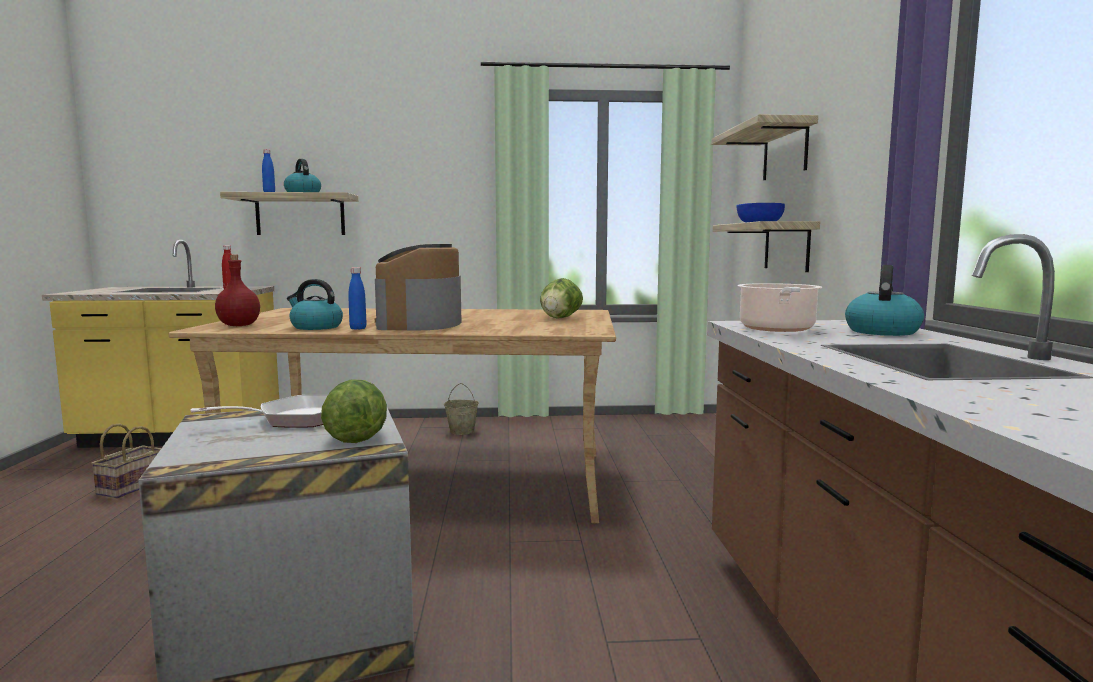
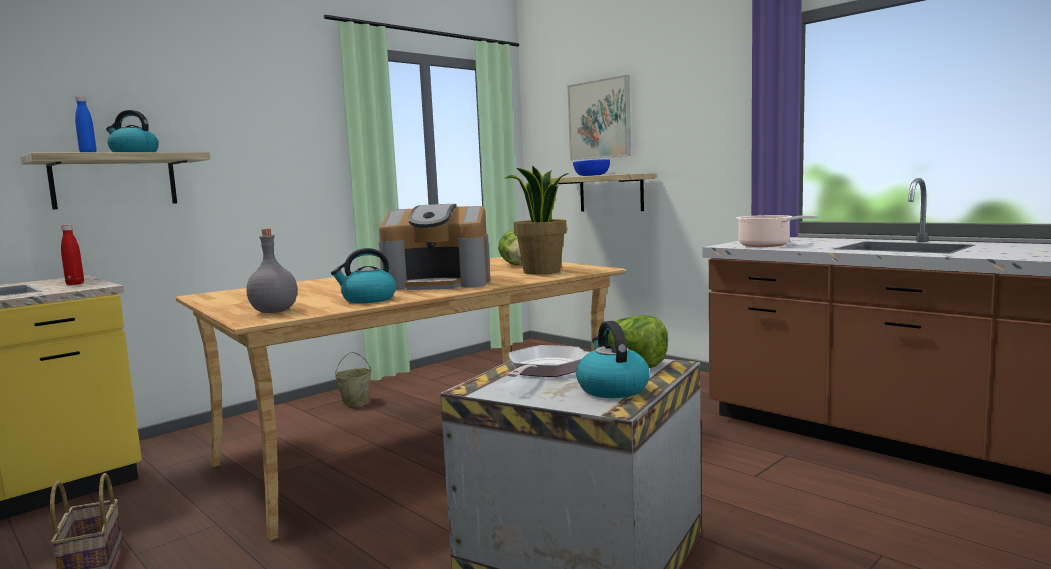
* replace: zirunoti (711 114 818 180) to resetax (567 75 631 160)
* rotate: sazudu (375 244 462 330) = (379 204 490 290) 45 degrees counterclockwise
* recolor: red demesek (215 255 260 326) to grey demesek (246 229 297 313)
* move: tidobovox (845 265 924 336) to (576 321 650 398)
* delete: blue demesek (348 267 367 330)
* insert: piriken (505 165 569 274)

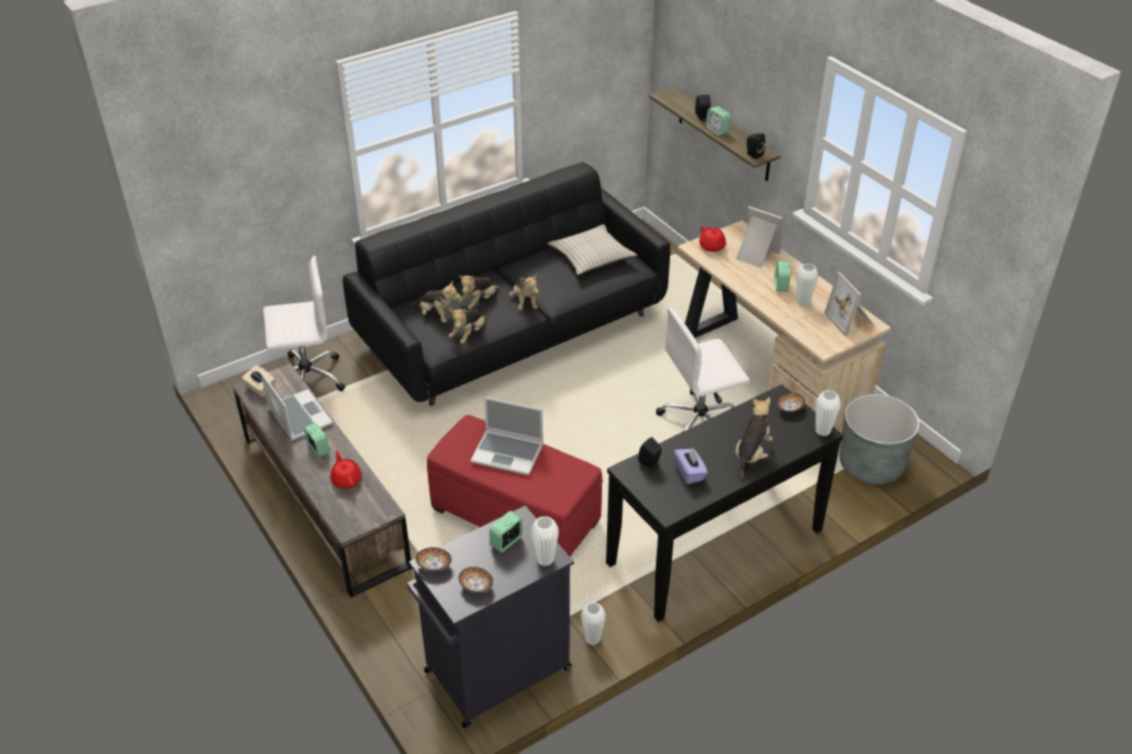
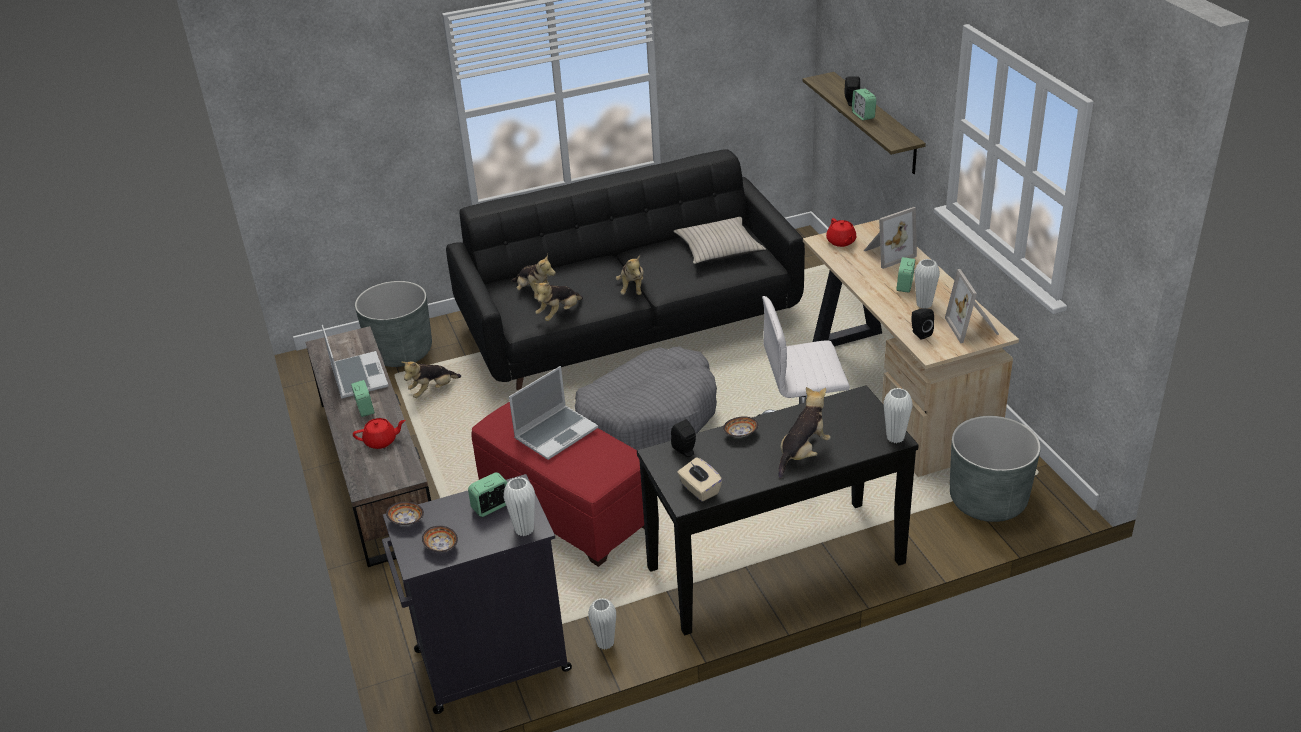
* move: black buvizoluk (746 133 765 159) to (911 308 934 340)
* rotate: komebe (736 206 783 268) = (864 207 917 269) 105 degrees clockwise
* replace: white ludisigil (263 256 345 391) to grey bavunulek (355 281 432 367)
* move: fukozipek (458 276 499 309) to (401 361 461 398)
* move: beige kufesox (242 365 275 397) to (677 457 722 502)
* move: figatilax (776 393 805 412) to (723 417 758 438)
* rotate: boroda (470 397 544 475) = (509 366 598 460) 75 degrees counterclockwise
* delete: purple kufesox (674 448 708 485)
* rotate: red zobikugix (330 450 362 488) = (353 418 406 449) 90 degrees clockwise
* insert: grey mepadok (575 347 717 450)

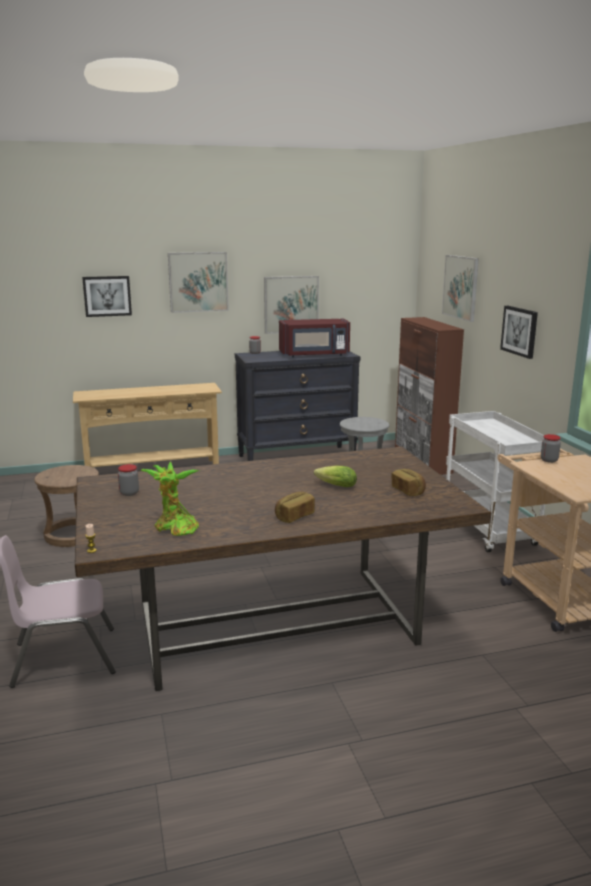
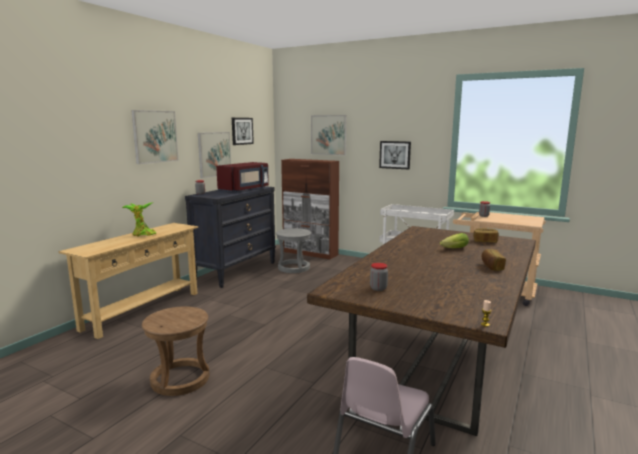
* move: resetax (82 276 132 317) to (232 118 254 145)
* move: piriken (140 462 199 536) to (122 202 156 237)

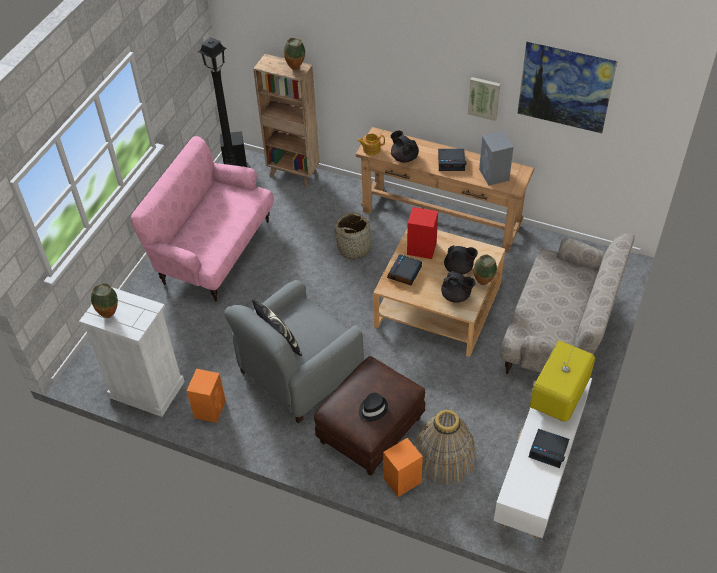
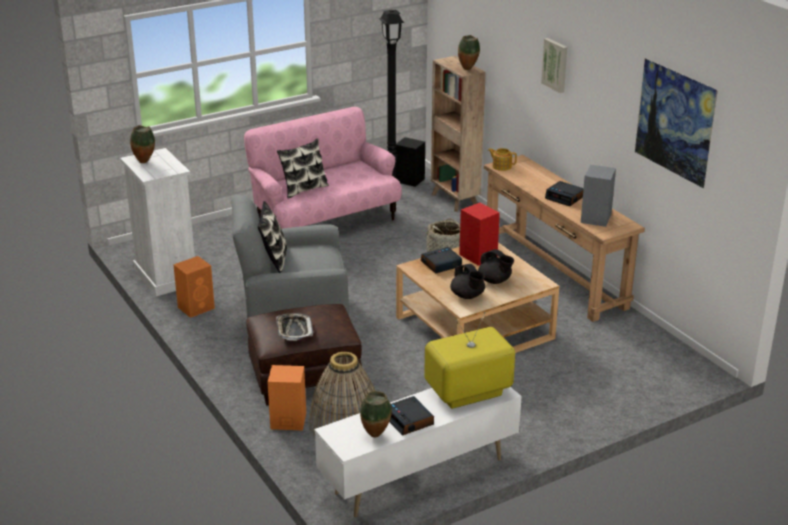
* move: resetax (468 77 500 121) to (541 38 567 93)
* delete: black zobikugix (391 131 419 163)
* delete: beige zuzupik (500 234 635 374)
* move: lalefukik (474 254 497 285) to (360 391 392 437)
* replace: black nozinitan (359 393 388 422) to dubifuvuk (276 313 313 341)
* insert: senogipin (277 138 329 199)

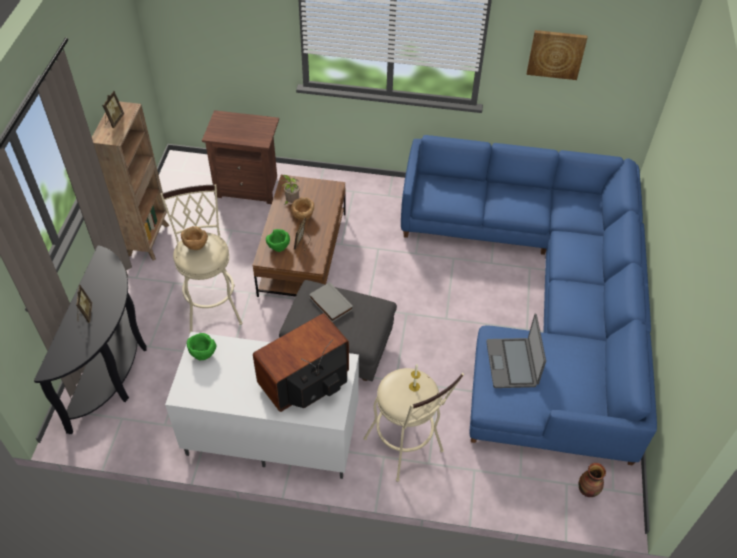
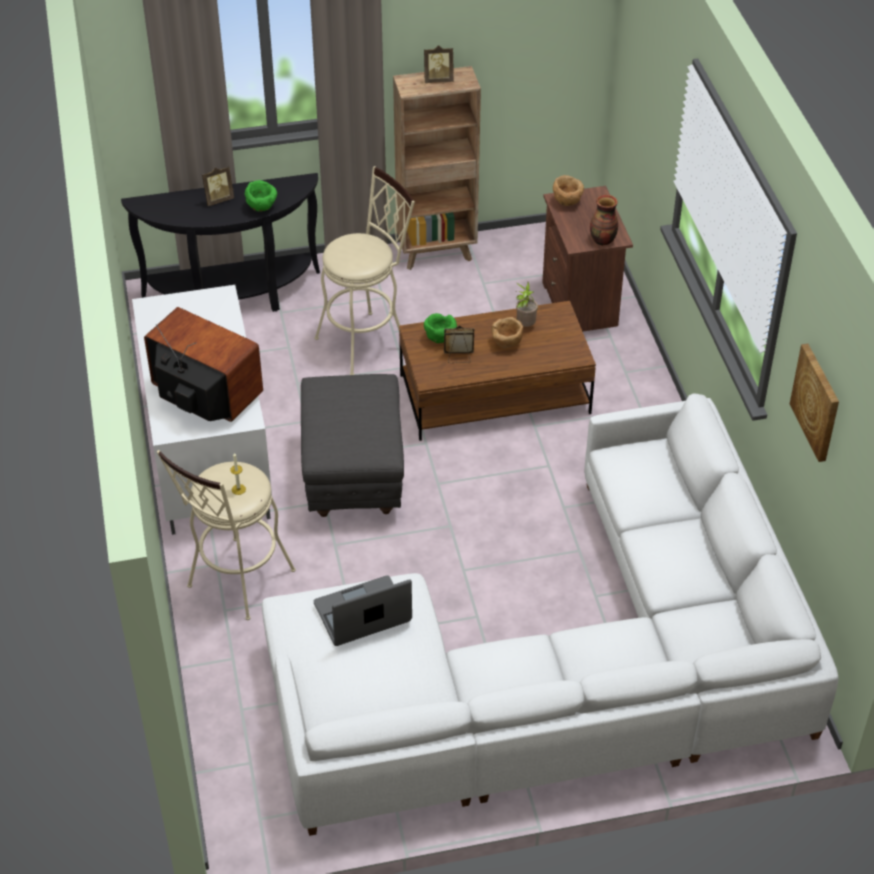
* recolor: blue zuzupik (401 135 657 466) to white zuzupik (262 394 839 836)
* move: brown figatilax (181 226 208 250) to (553 175 584 206)
* delete: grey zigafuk (309 282 353 322)
* move: green figatilax (187 333 217 360) to (245 180 277 212)
* move: lalefukik (579 463 606 497) to (590 195 618 246)

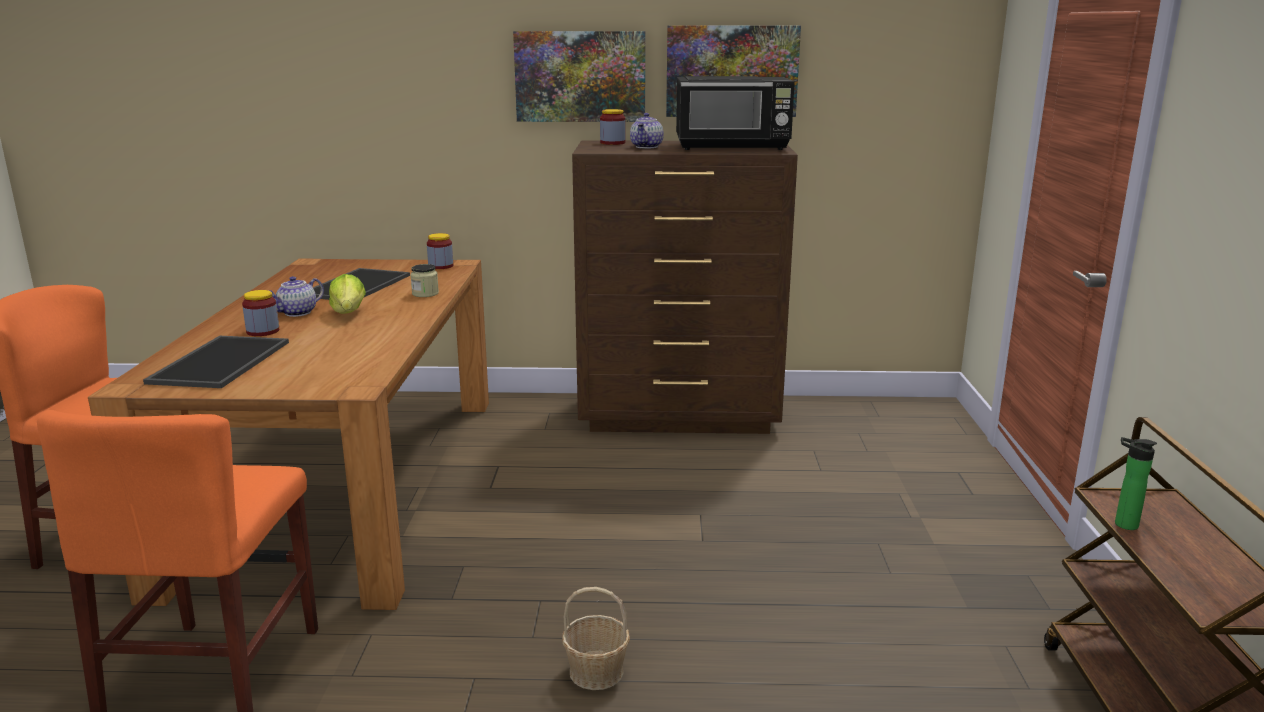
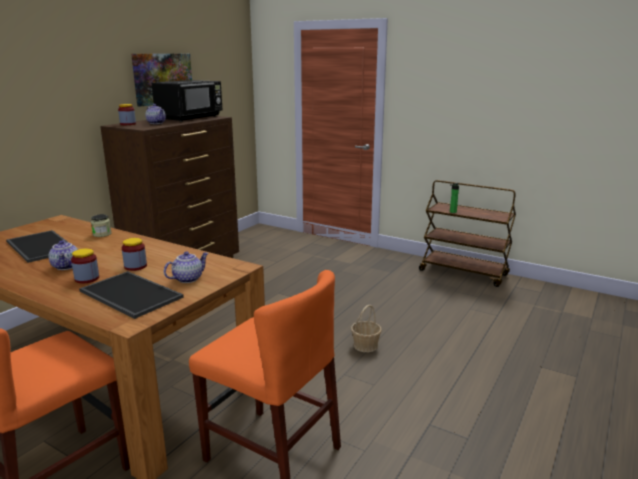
* delete: resetax (513 31 645 122)
* move: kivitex (427 233 453 269) to (122 238 147 271)
* delete: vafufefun (329 274 366 314)
* insert: zobikugix (164 251 209 283)

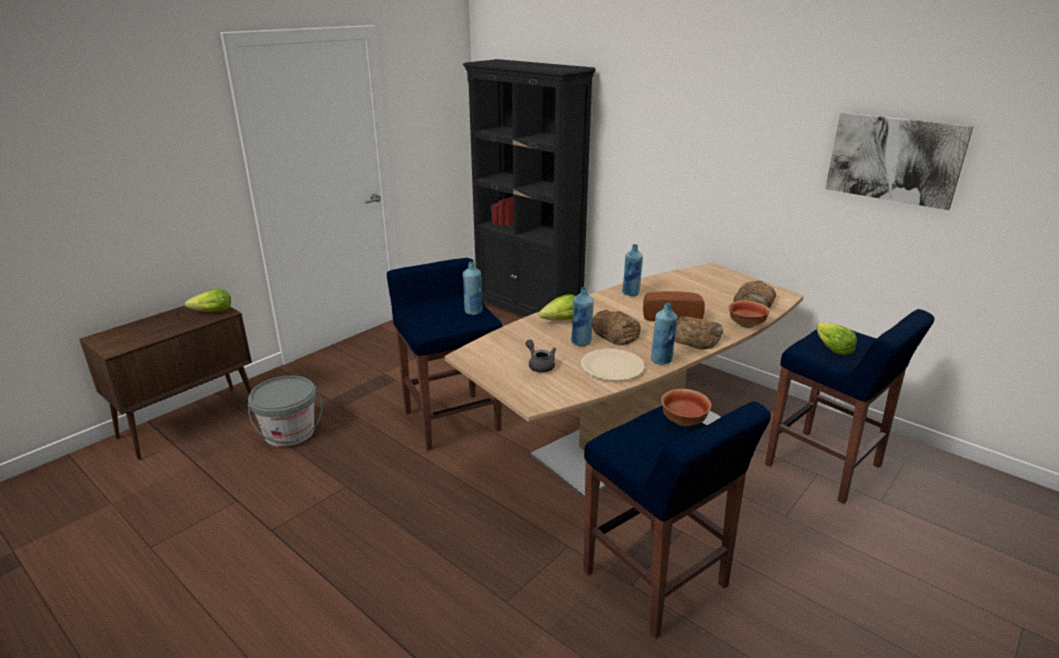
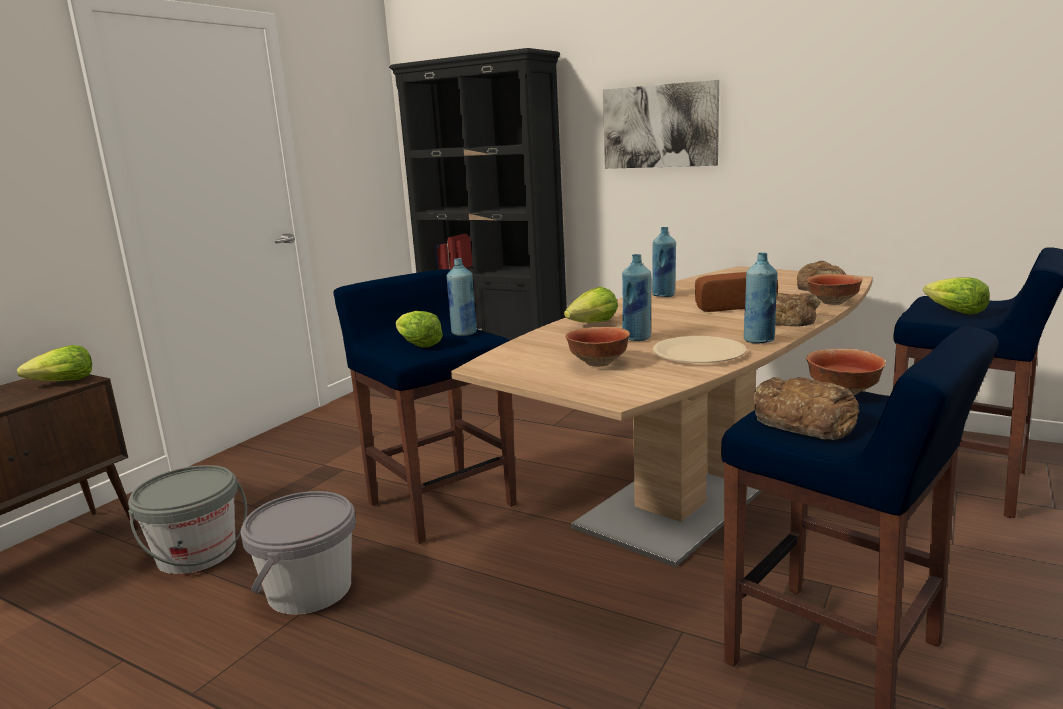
* move: resetax (825 112 974 210) to (603 80 719 169)
* move: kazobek (592 310 641 345) to (754 377 860 440)
* replace: grey zobikugix (526 340 556 373) to figatilax (566 327 630 367)
* insert: vafufefun (396 311 443 347)
* insert: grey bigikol (240 491 356 615)

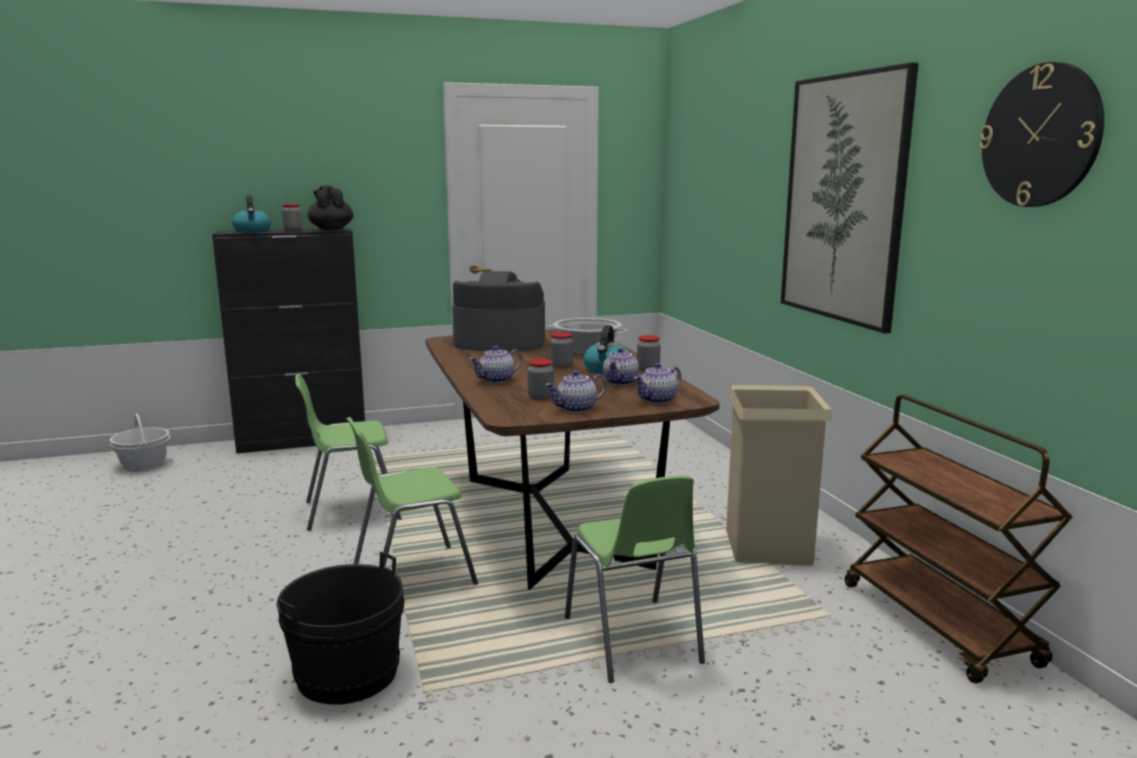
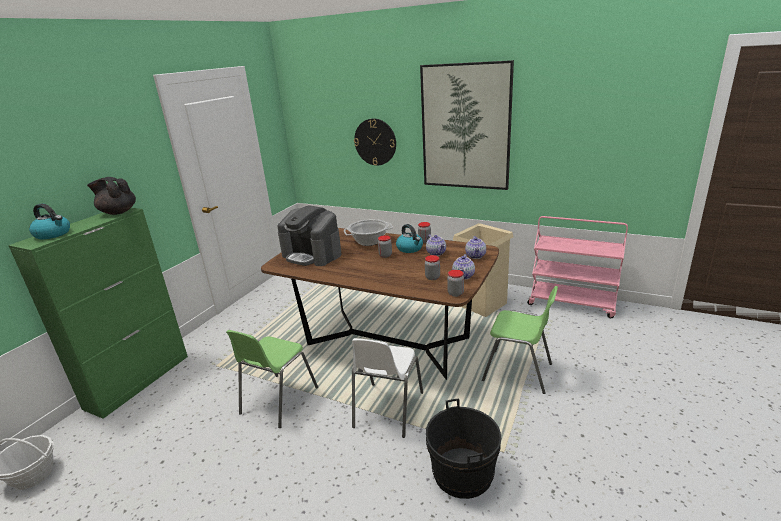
* move: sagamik (979 62 1104 207) to (354 118 396 165)
* move: kivitex (282 204 302 231) to (447 270 464 297)
* recolor: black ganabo (212 228 365 454) to green ganabo (8 208 188 419)
* rotate: sazudu (452 271 545 351) = (277 205 342 266) 105 degrees counterclockwise
* delete: zobikugix (470 346 522 383)
* recolor: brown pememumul (845 395 1073 683) to pink pememumul (527 216 628 318)
* recolor: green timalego (346 417 478 585) to white timalego (352 338 423 438)

